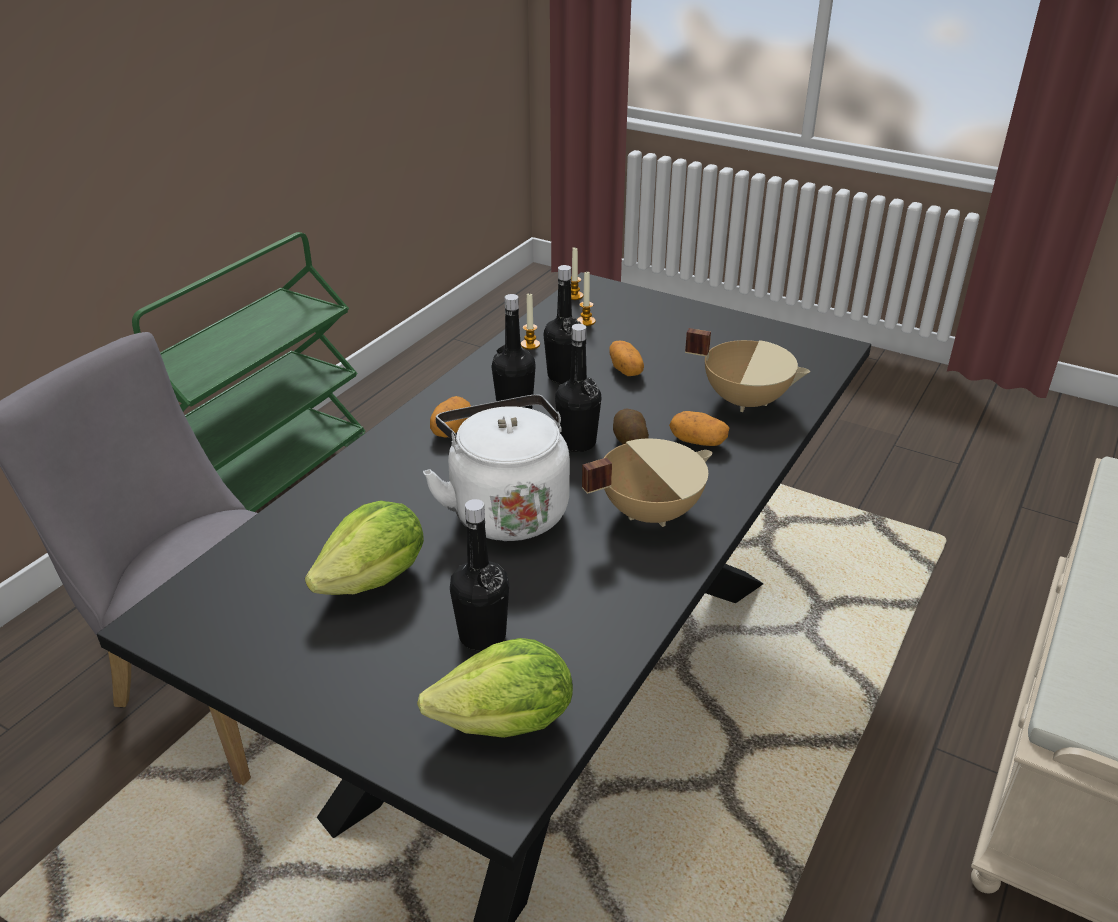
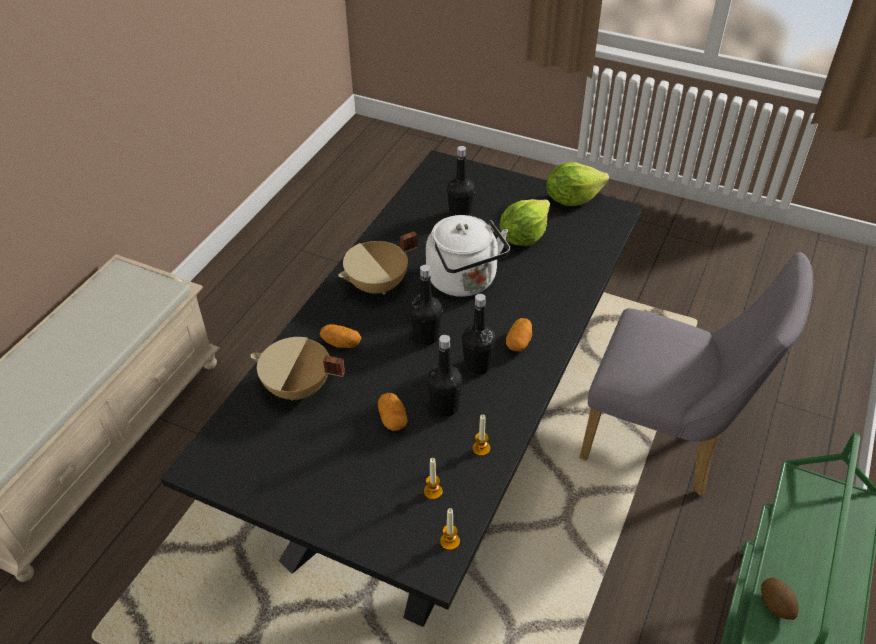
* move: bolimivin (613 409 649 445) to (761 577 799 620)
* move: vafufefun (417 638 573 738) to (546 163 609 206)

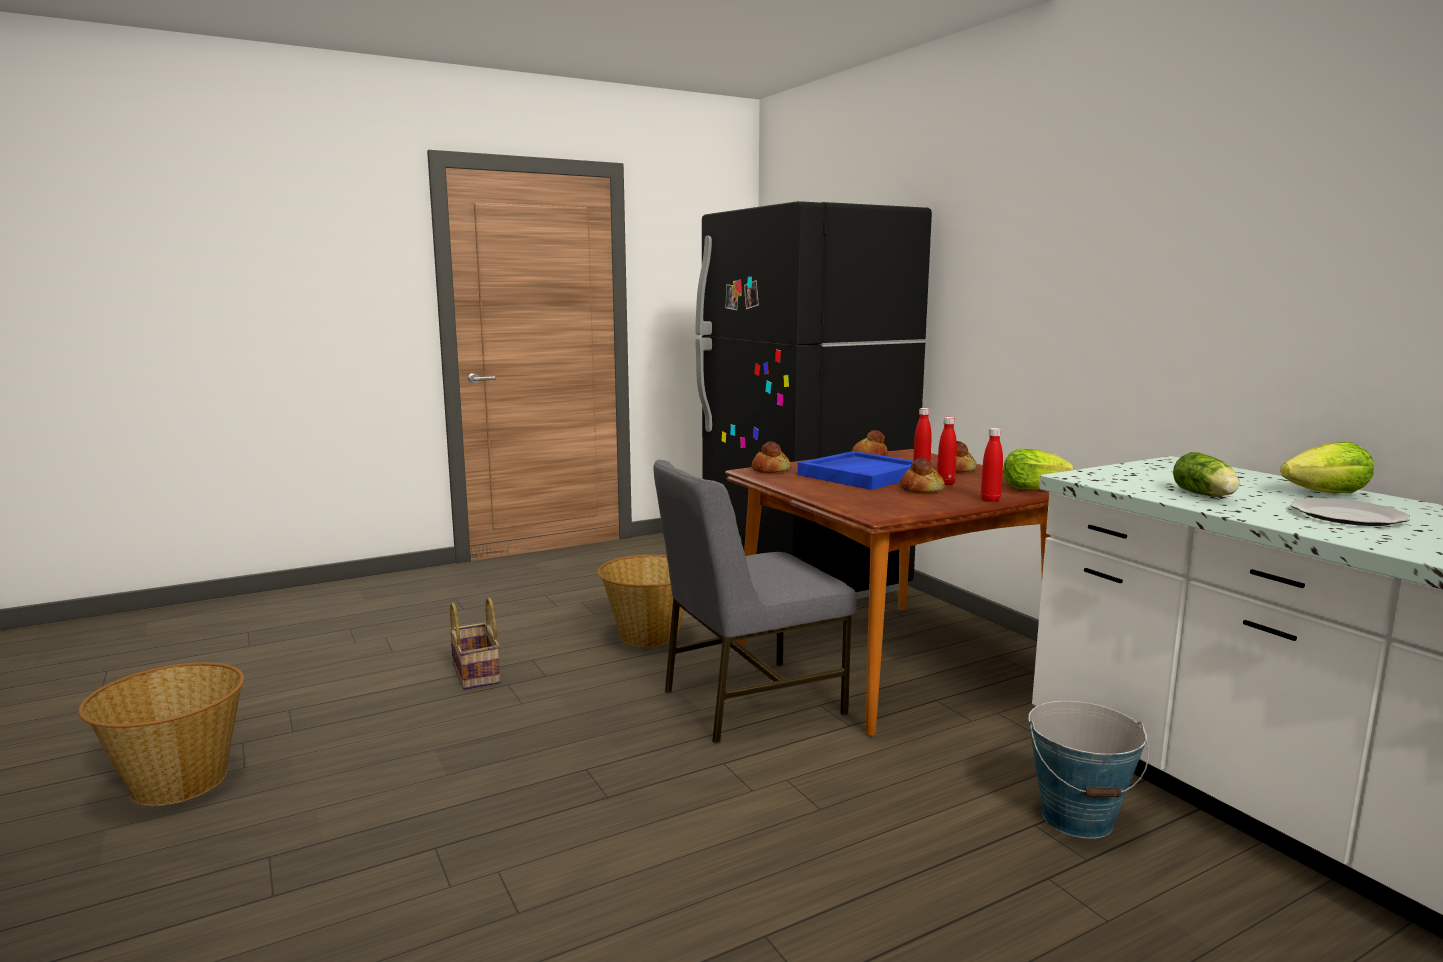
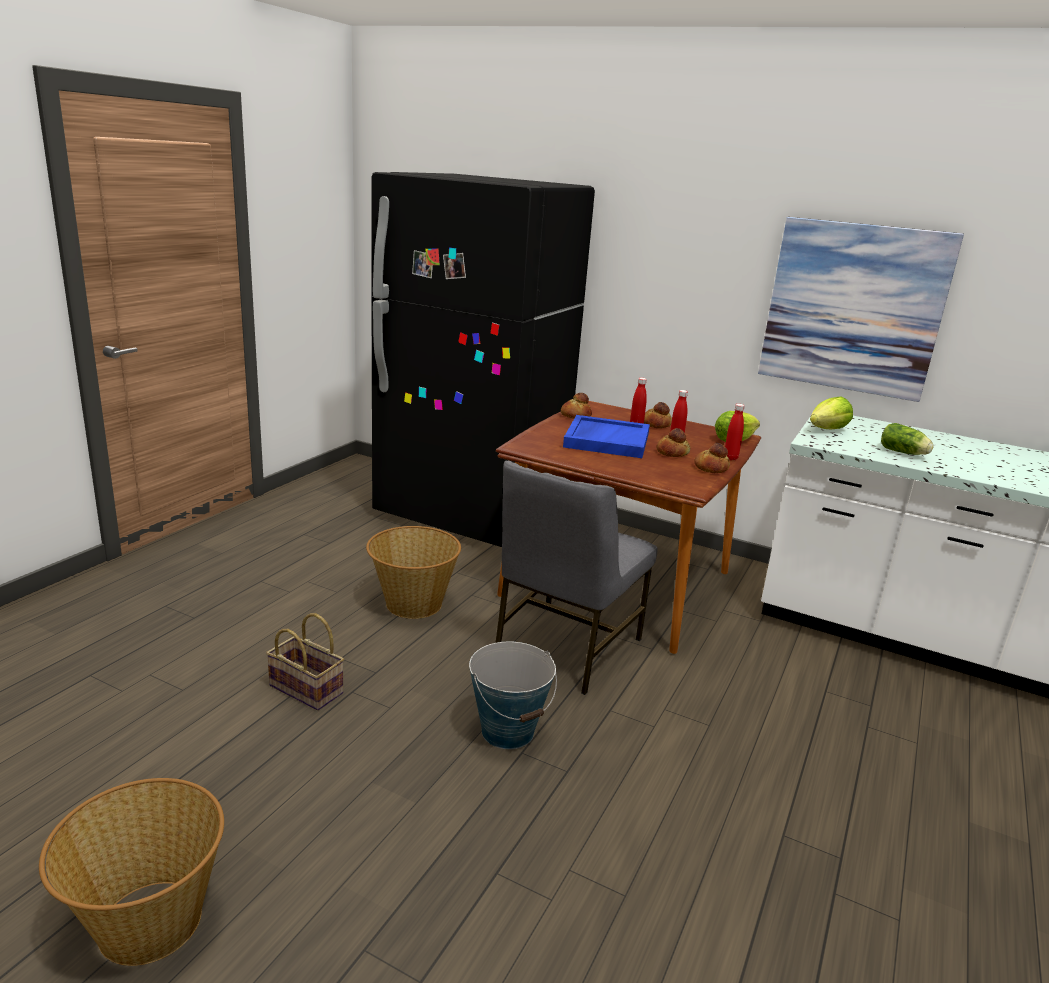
* move: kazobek (752 441 791 473) to (694 443 730 473)
* move: vafufefun (1280 442 1374 494) to (810 397 853 429)
* delete: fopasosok (1290 498 1410 526)
* move: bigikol (1028 701 1149 839) to (469 641 557 749)
* insert: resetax (758 217 964 402)

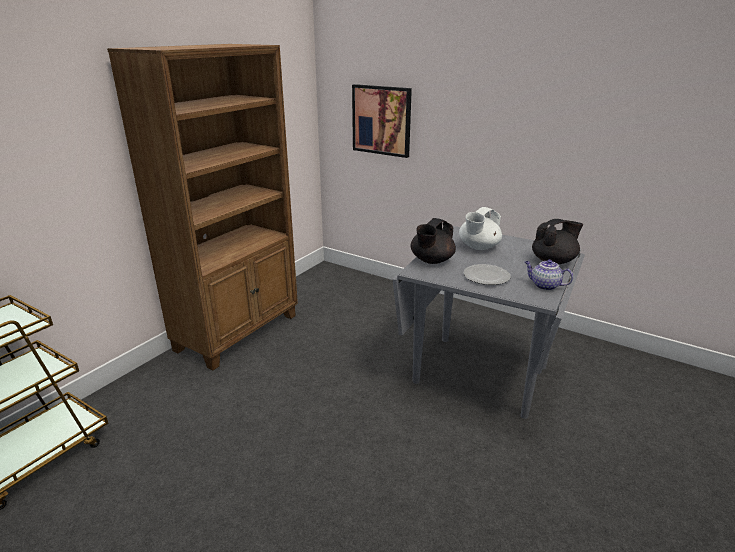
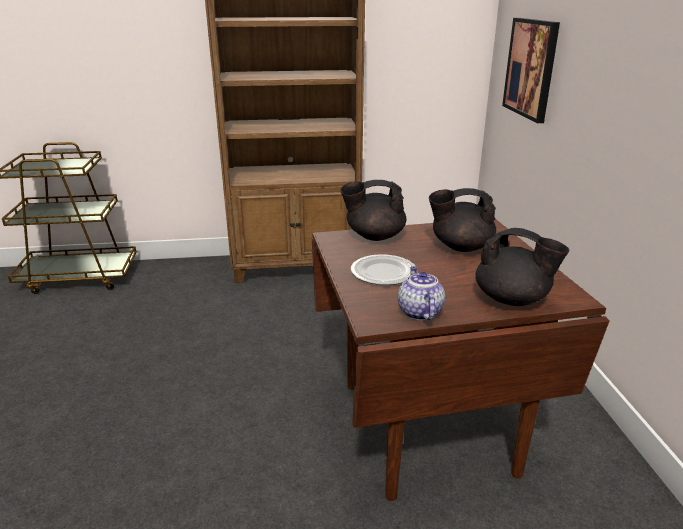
* recolor: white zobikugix (459 207 502 250) to black zobikugix (429 188 496 252)
* recolor: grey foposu (392 226 585 419) to brown foposu (312 219 610 501)

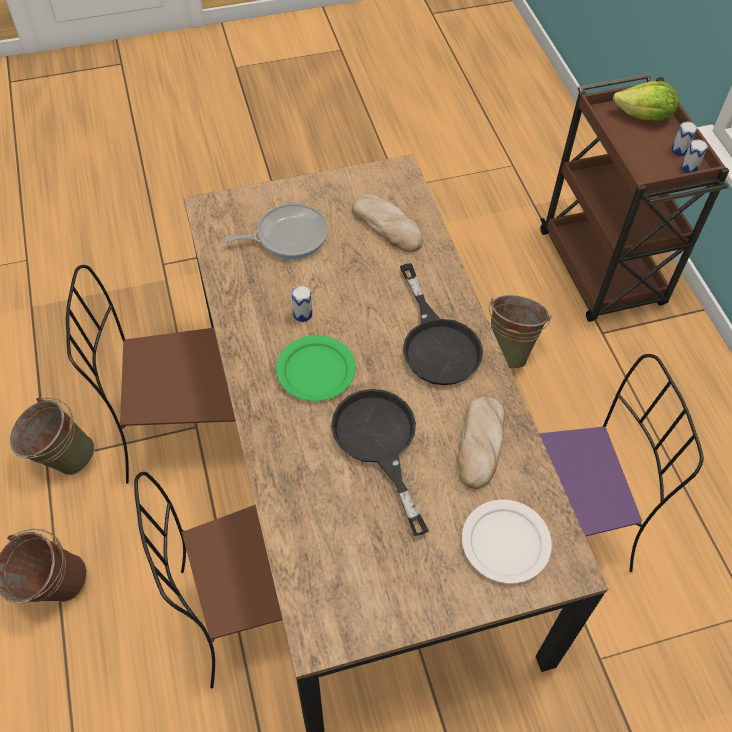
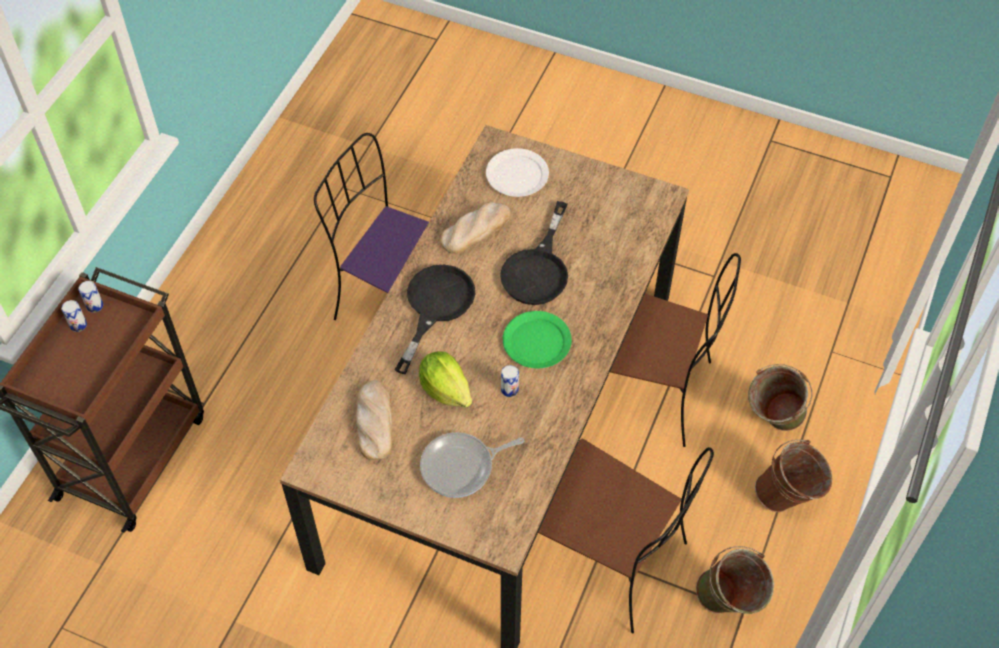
* move: vafufefun (613 81 679 121) to (419 351 472 408)
* rotate: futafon (222 203 328 259) = (420 432 524 498) 45 degrees counterclockwise
* move: green bigikol (489 295 552 370) to (748 364 812 431)

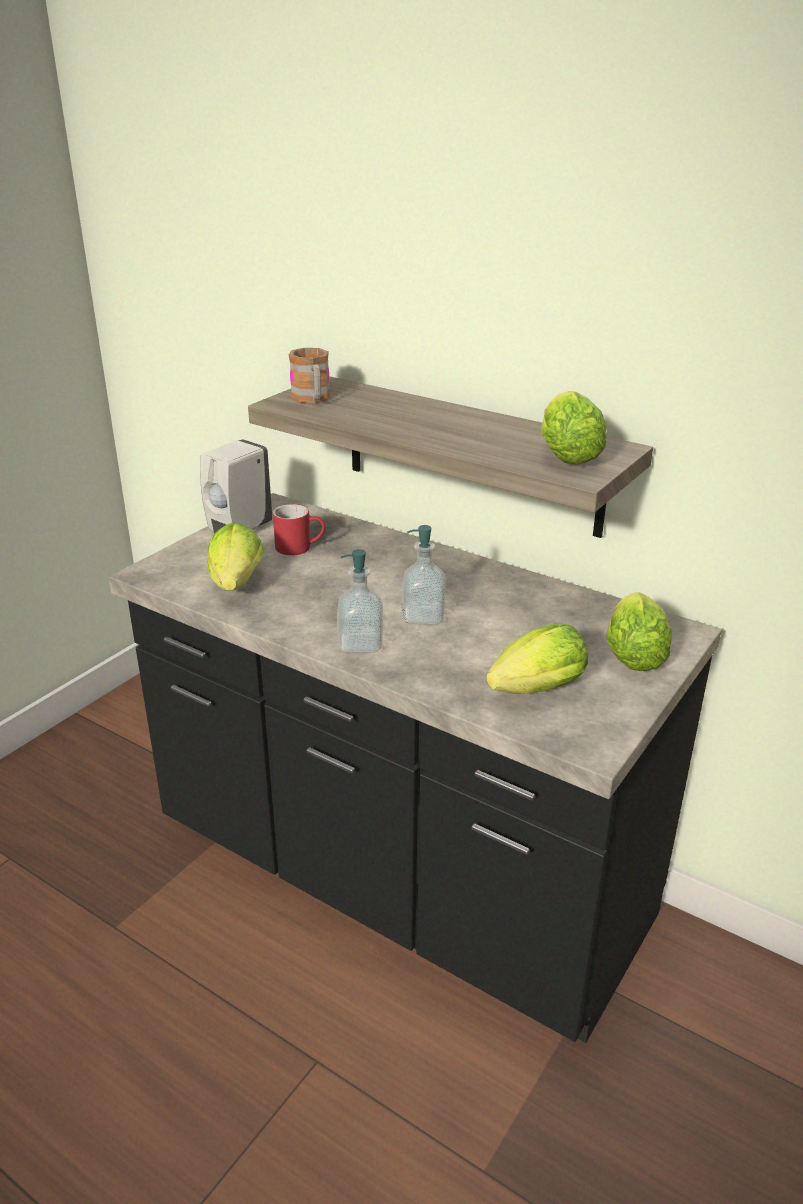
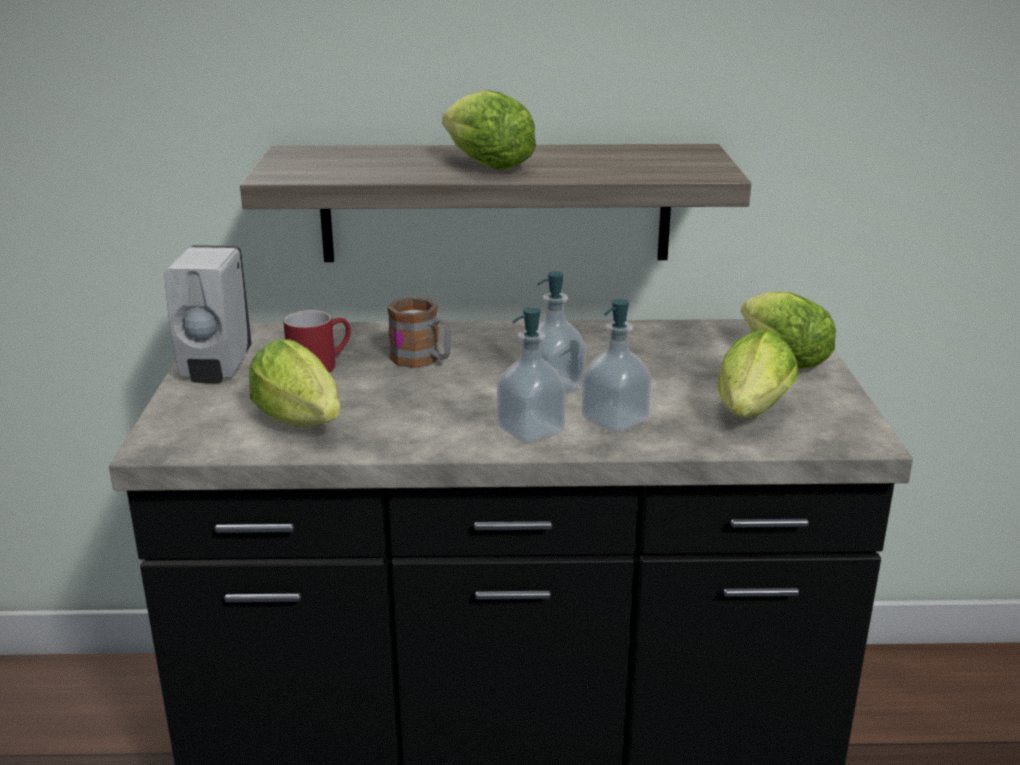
* move: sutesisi (289 348 330 403) to (387 297 451 368)
* move: vafufefun (541 391 607 465) to (442 90 536 170)
* insert: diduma (582 299 651 433)

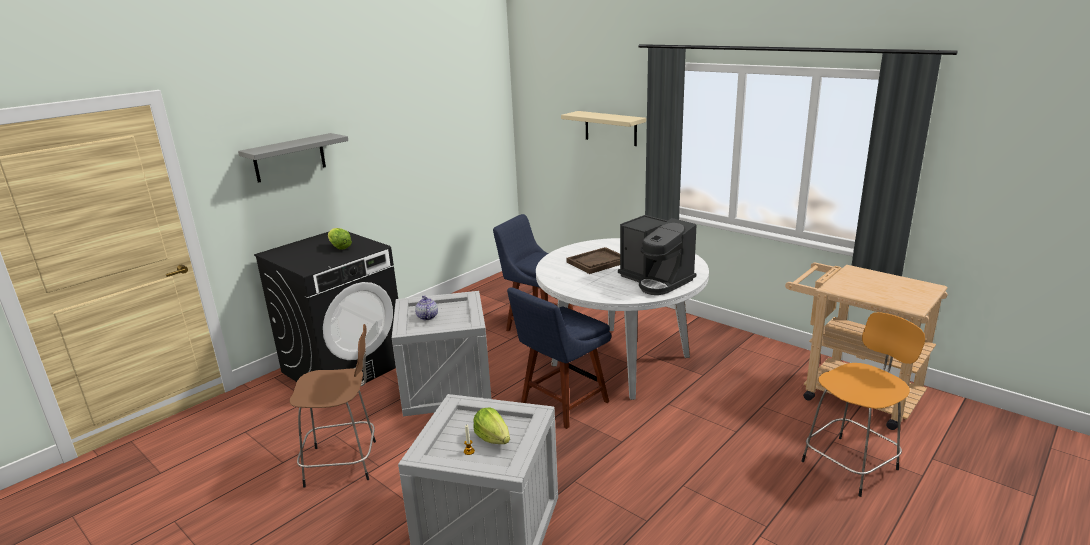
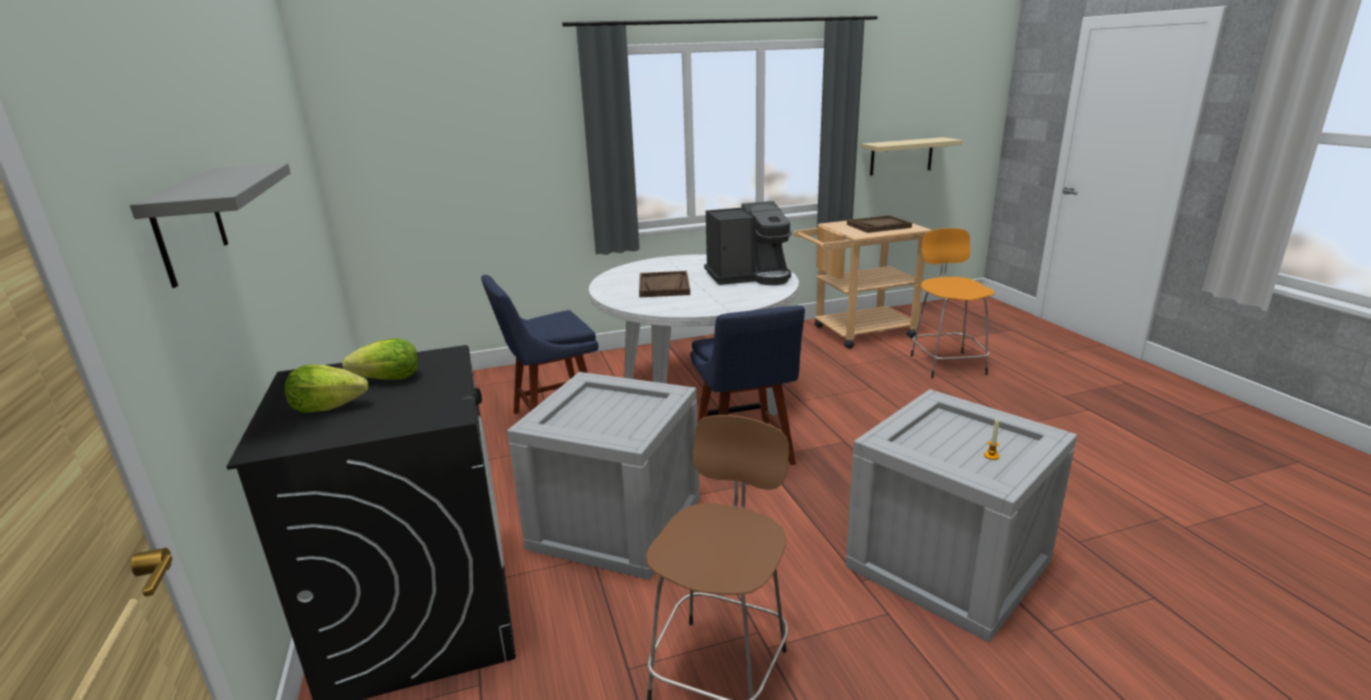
* move: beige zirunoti (561 111 646 146) to (861 137 962 176)
* delete: zobikugix (415 295 438 320)
* move: vafufefun (473 407 510 444) to (285 365 368 412)
* insert: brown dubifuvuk (847 215 912 233)

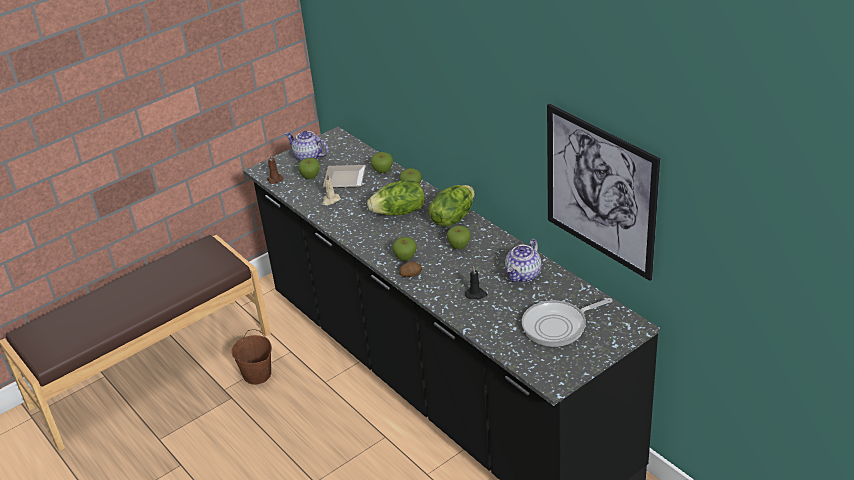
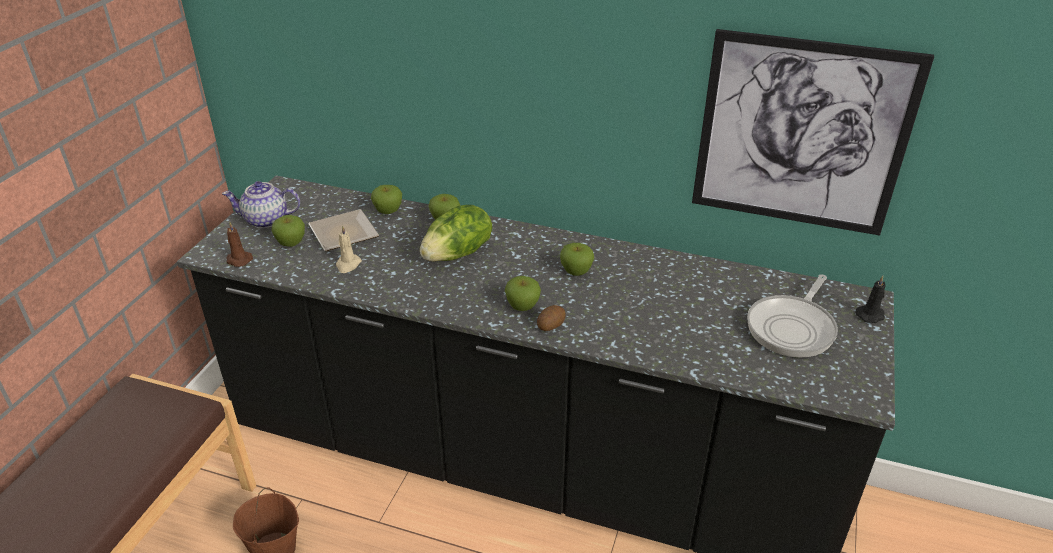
* delete: vafufefun (429 185 475 227)
* delete: zobikugix (505 239 541 282)
* move: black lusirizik (465 267 488 299) to (856 276 886 323)

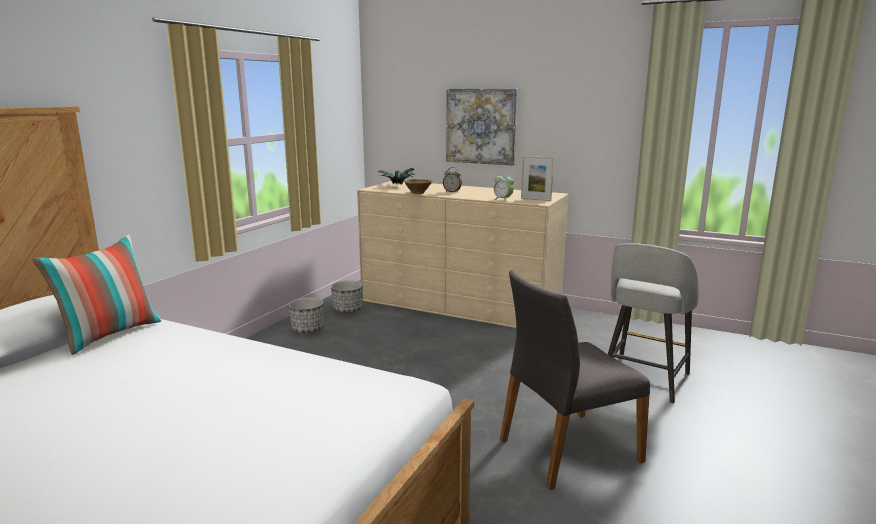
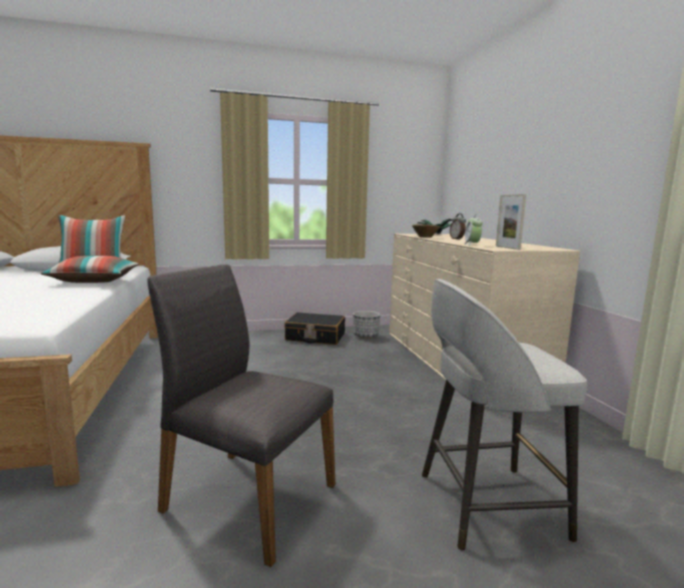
* delete: resetax (446 89 517 165)
* replace: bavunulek (288 297 324 334) to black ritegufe (284 312 345 345)
* insert: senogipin (41 256 139 283)

